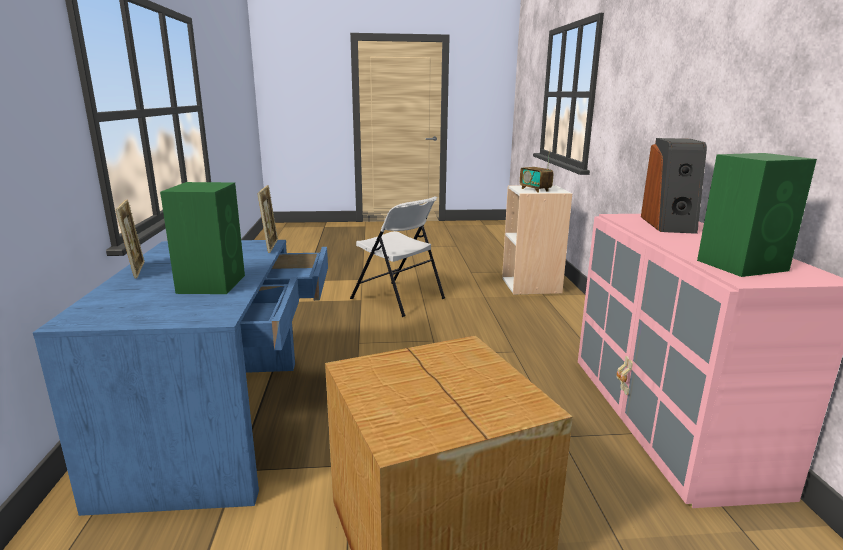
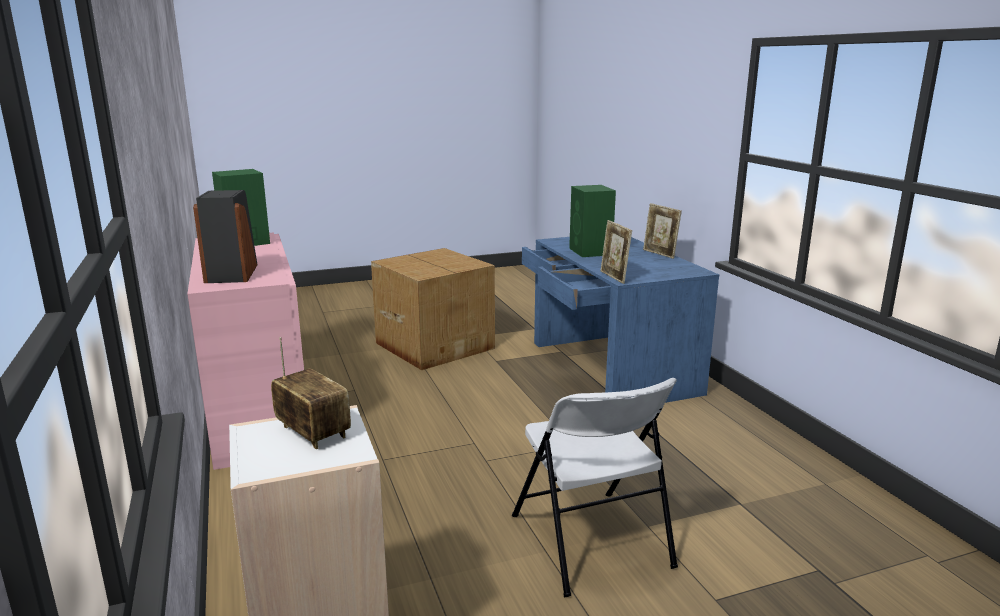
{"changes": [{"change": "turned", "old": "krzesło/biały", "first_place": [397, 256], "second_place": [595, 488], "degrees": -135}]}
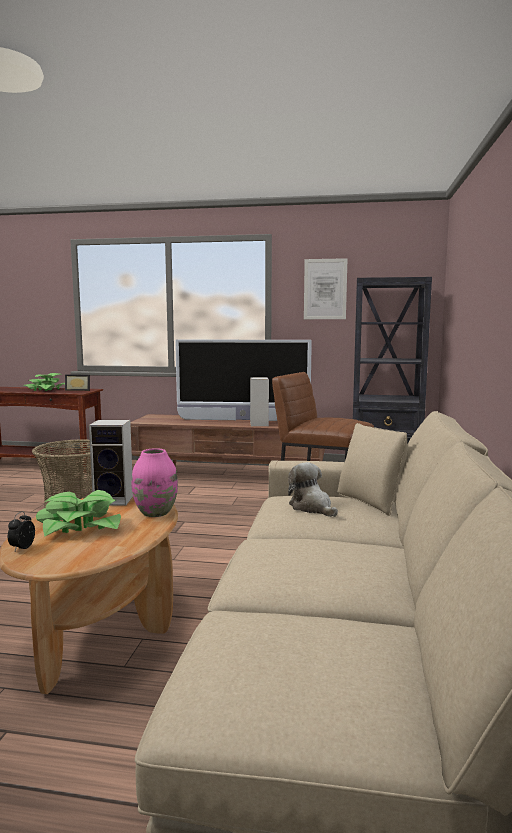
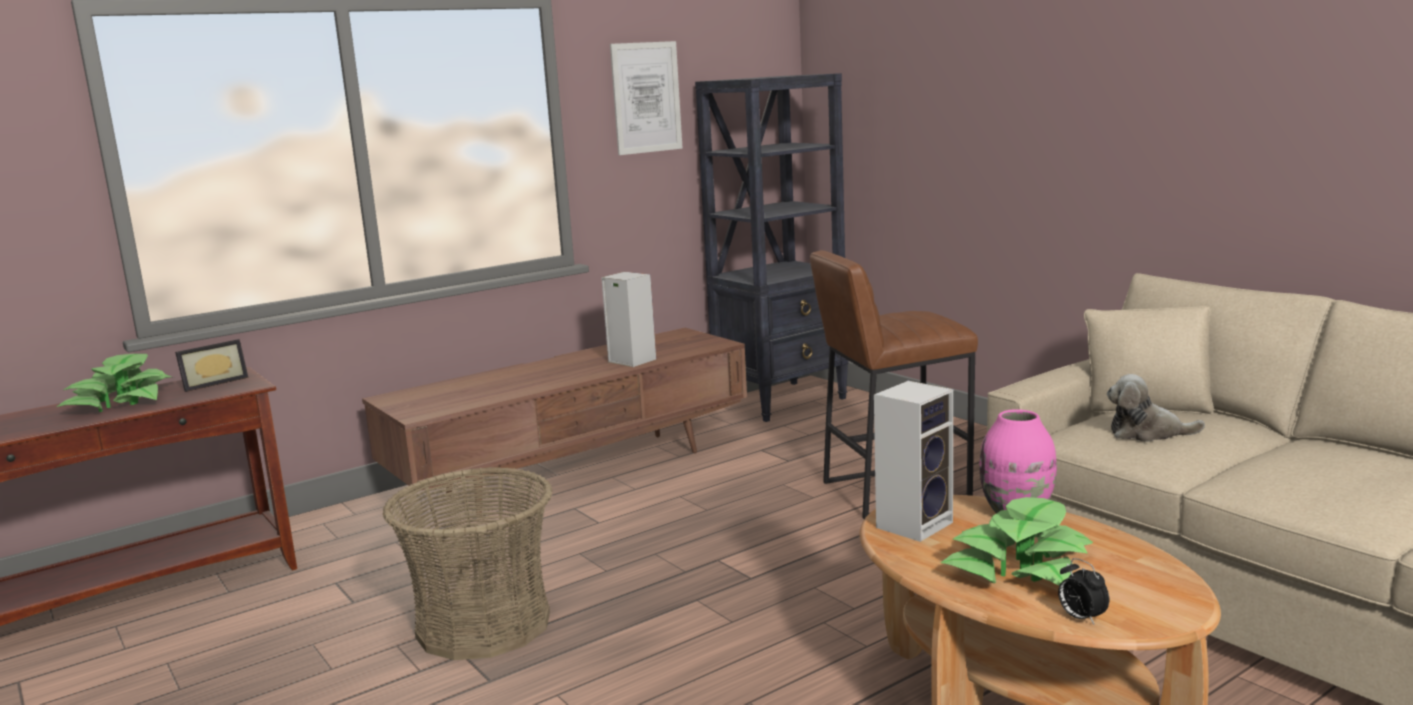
{"changes": [{"change": "removed", "old": "telewizor", "first_place": [243, 380]}]}
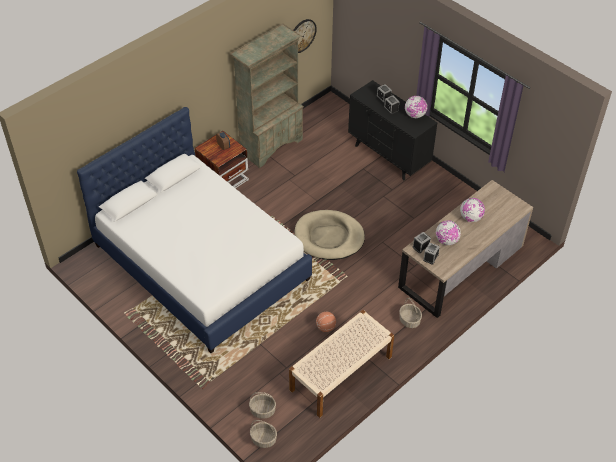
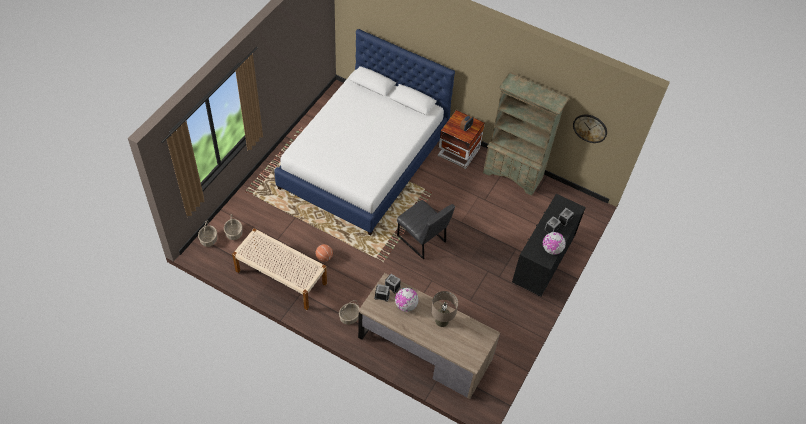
{"changes": [{"change": "replaced", "old": "legowisko/beżowy", "new": "krzesło/szary", "first_place": [330, 235], "second_place": [426, 230]}, {"change": "replaced", "old": "globus", "new": "lampa stołowa/beżowy", "first_place": [472, 210], "second_place": [444, 309]}]}
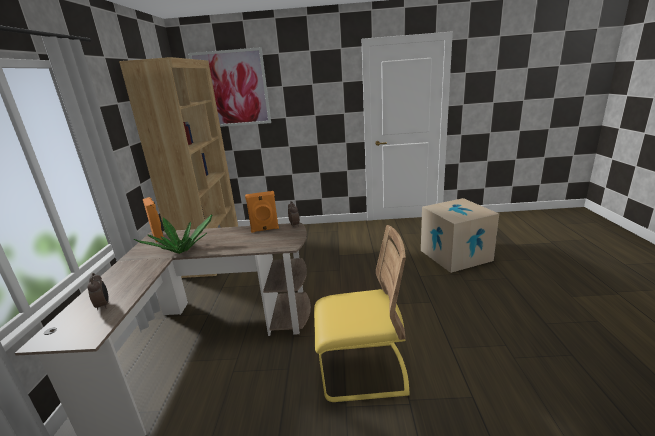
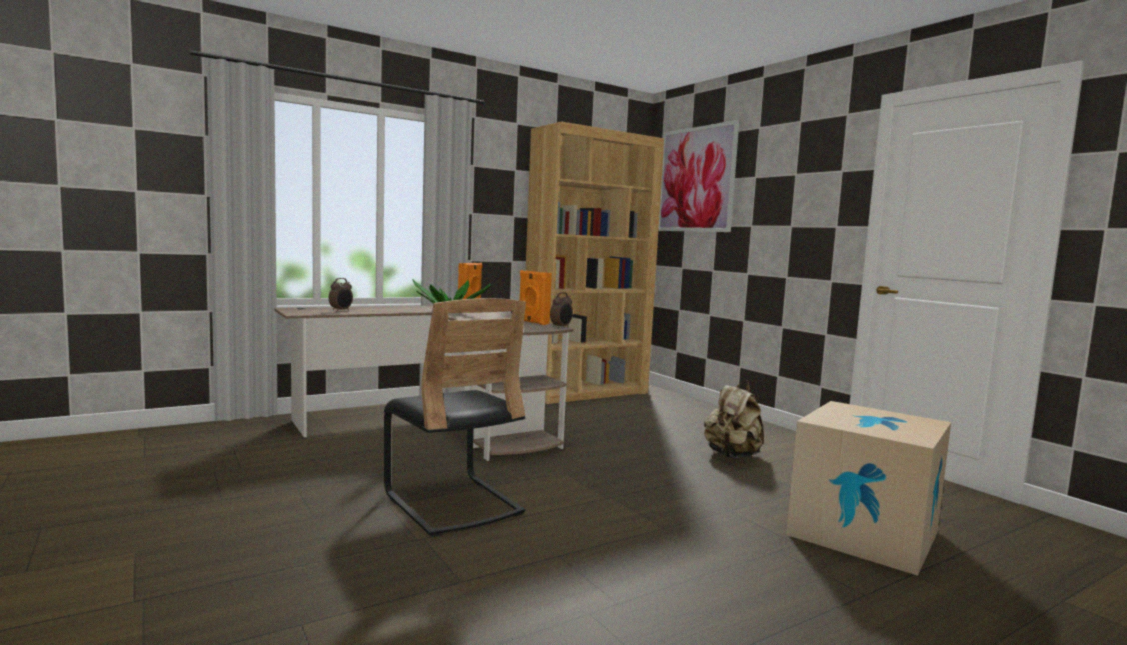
{"changes": [{"change": "added", "new": "plecak/beżowy", "second_place": [734, 419]}, {"change": "recoloured", "old": "krzesło/żółty", "new": "krzesło/czarny", "first_place": [362, 314], "second_place": [455, 417]}]}
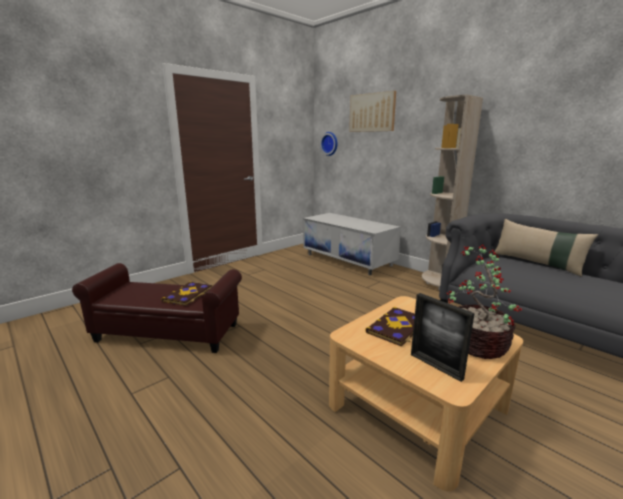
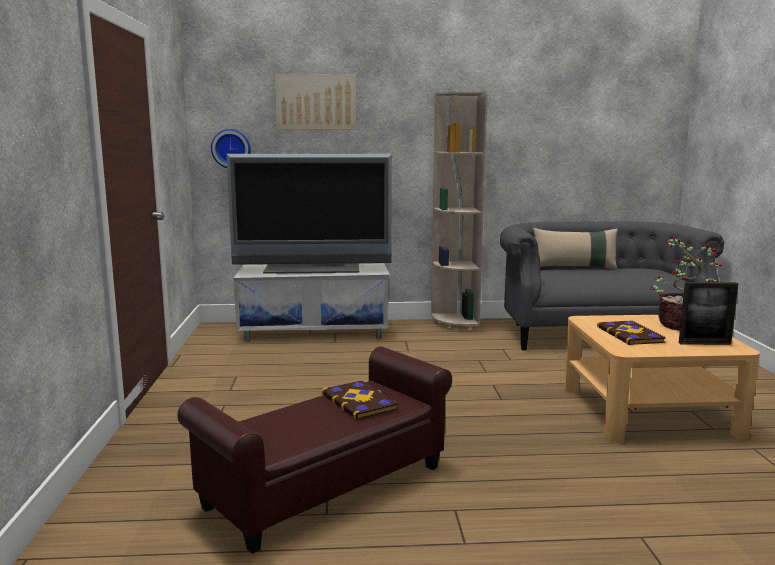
{"changes": [{"change": "added", "new": "telewizor", "second_place": [309, 214]}]}
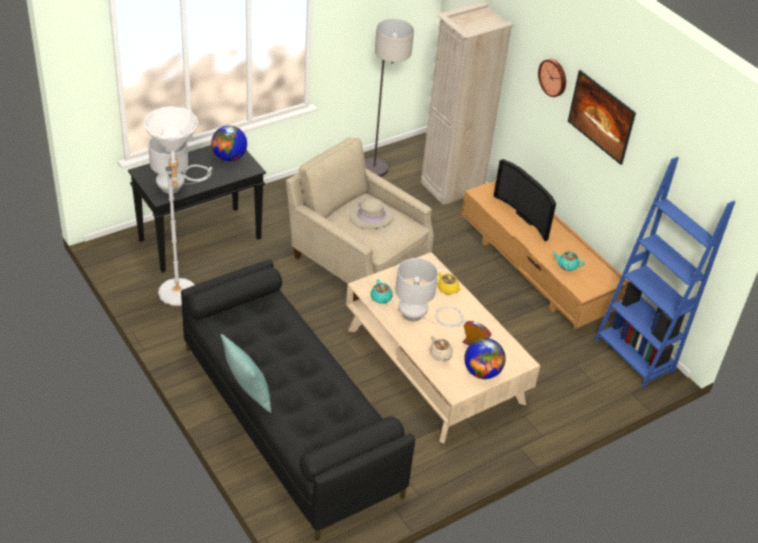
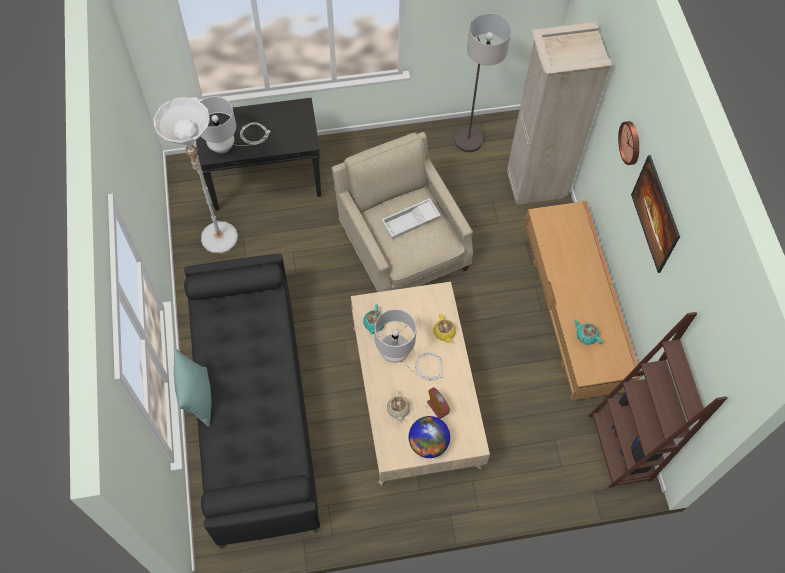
{"changes": [{"change": "removed", "old": "globus", "first_place": [229, 143]}, {"change": "removed", "old": "telewizor", "first_place": [524, 200]}, {"change": "replaced", "old": "kapelusz/beżowy", "new": "taca/biały", "first_place": [371, 213], "second_place": [411, 218]}, {"change": "recoloured", "old": "regał/niebieski", "new": "regał/brązowy", "first_place": [665, 272], "second_place": [658, 400]}]}
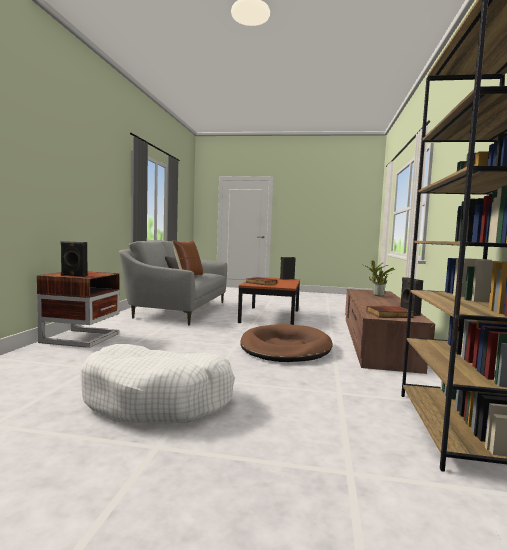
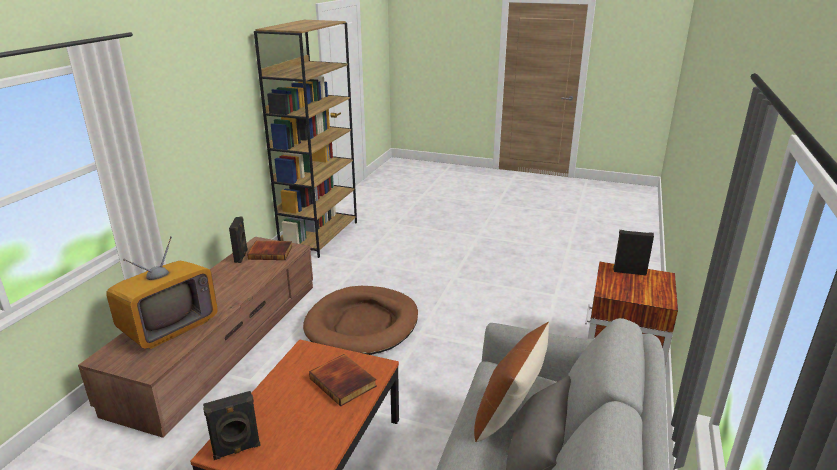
{"changes": [{"change": "removed", "old": "legowisko/biały", "first_place": [157, 383]}, {"change": "replaced", "old": "roślina doniczkowa", "new": "telewizor", "first_place": [379, 278], "second_place": [162, 292]}]}
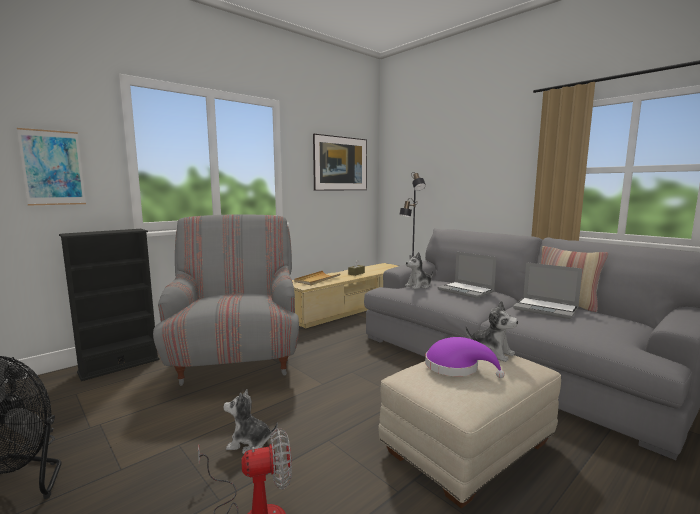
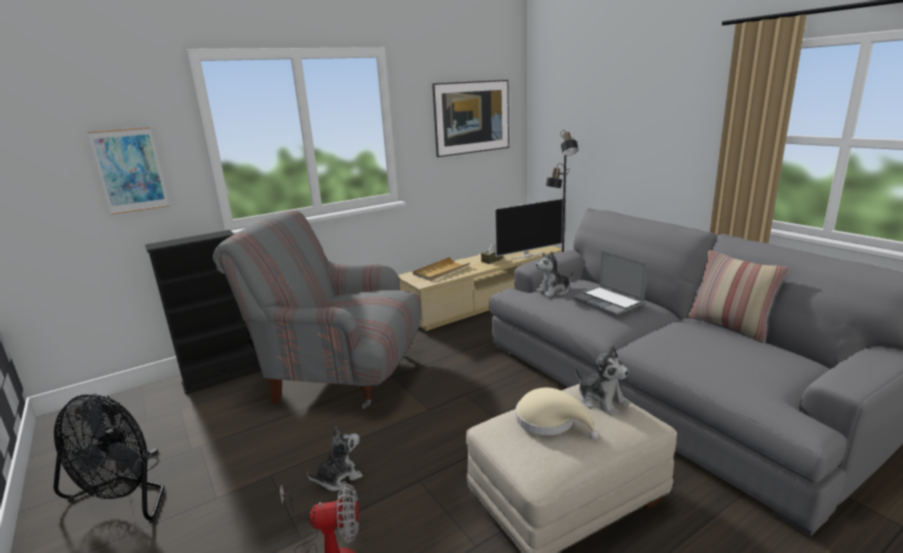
{"changes": [{"change": "removed", "old": "laptop", "first_place": [547, 290]}, {"change": "added", "new": "telewizor", "second_place": [528, 228]}, {"change": "recoloured", "old": "kapelusz/fioletowy", "new": "kapelusz/beżowy", "first_place": [465, 357], "second_place": [557, 414]}, {"change": "turned", "old": "fotel/szary", "first_place": [226, 300], "second_place": [317, 309], "degrees": -75}, {"change": "turned", "old": "pluszak", "first_place": [250, 421], "second_place": [335, 459], "degrees": 135}]}
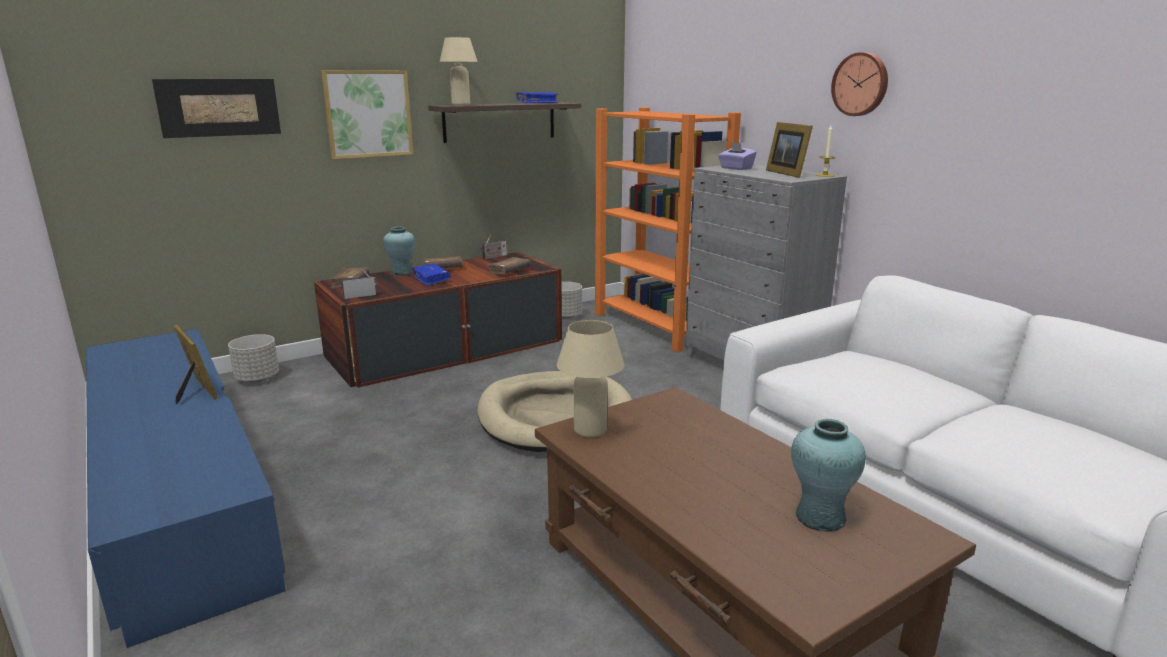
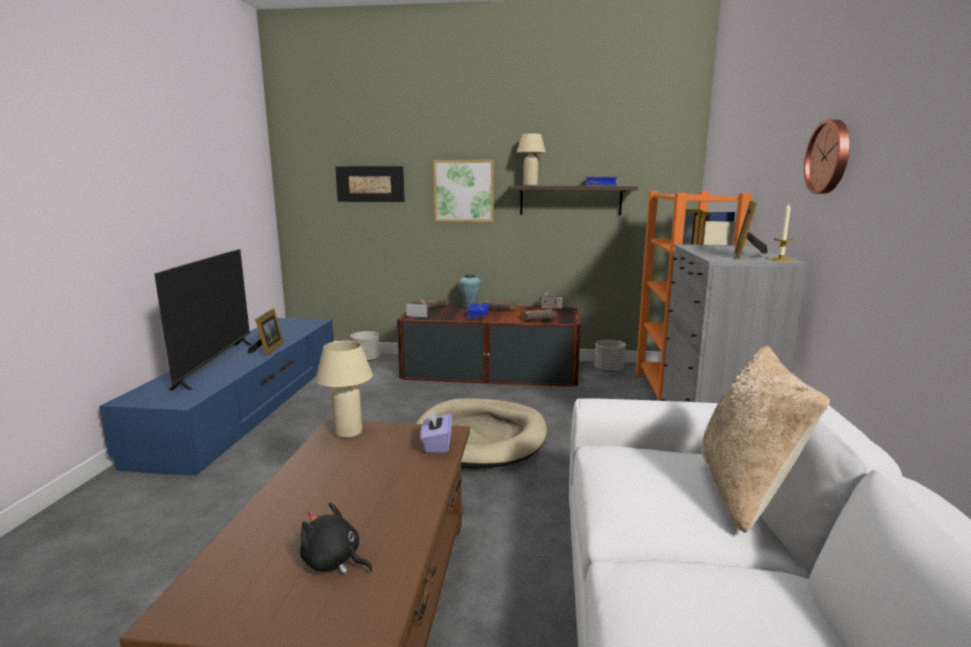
{"changes": [{"change": "added", "new": "telewizor", "second_place": [202, 319]}, {"change": "added", "new": "poduszka/beżowy", "second_place": [765, 439]}, {"change": "moved", "old": "pudełko chusteczek/fioletowy", "first_place": [737, 156], "second_place": [436, 431]}, {"change": "replaced", "old": "wazon/turkusowy", "new": "pluszak/czarny", "first_place": [828, 475], "second_place": [336, 538]}]}
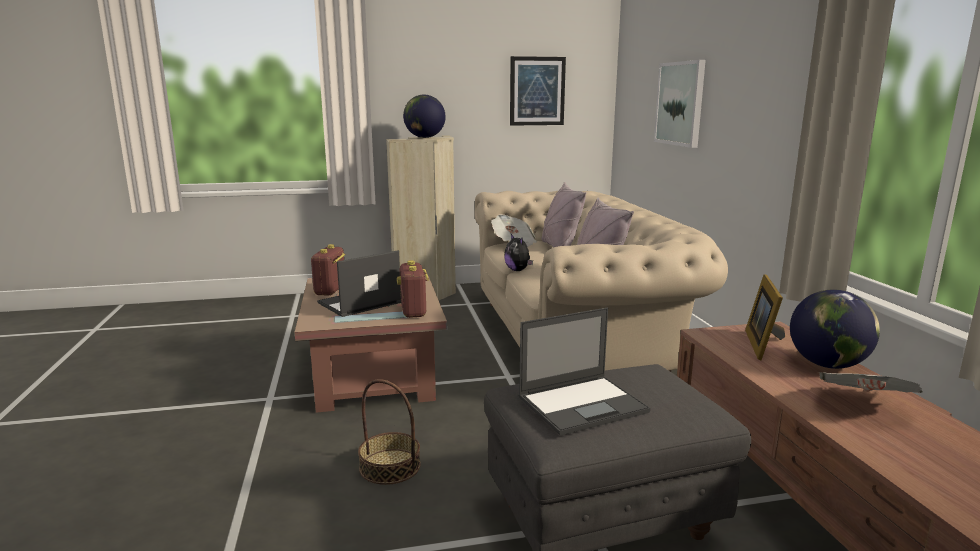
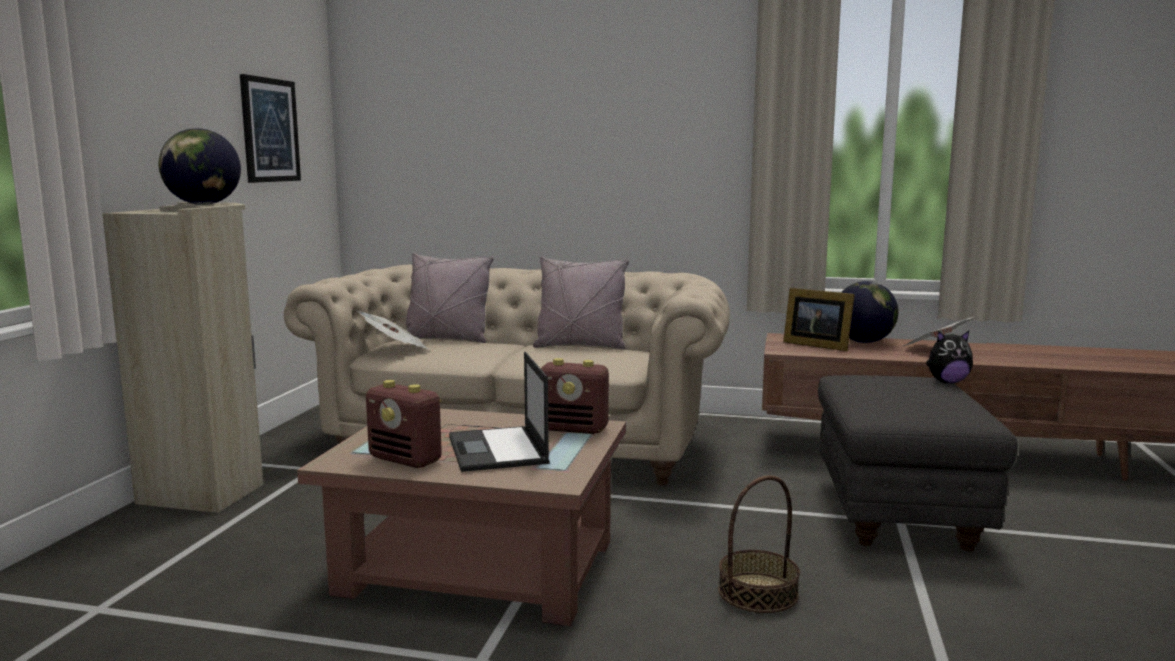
{"changes": [{"change": "removed", "old": "laptop", "first_place": [585, 372]}, {"change": "removed", "old": "obraz", "first_place": [680, 104]}, {"change": "moved", "old": "pluszak", "first_place": [518, 252], "second_place": [949, 357]}]}
